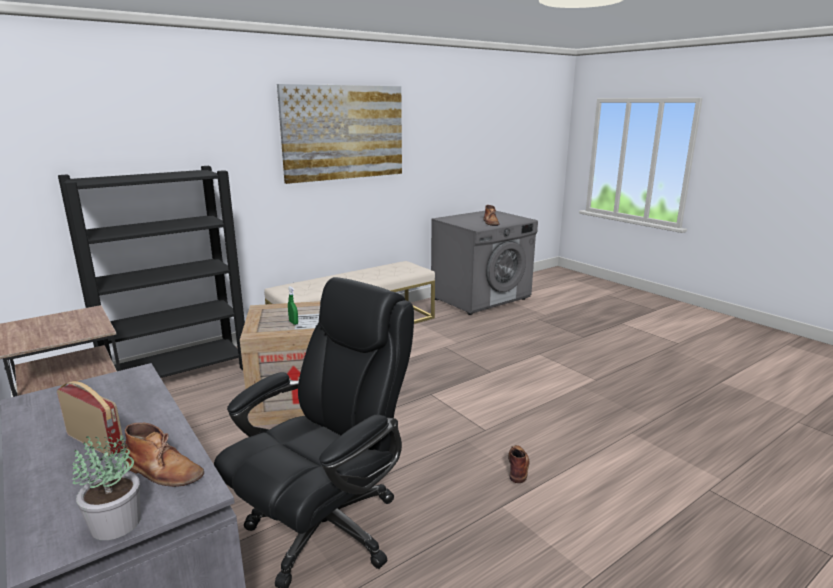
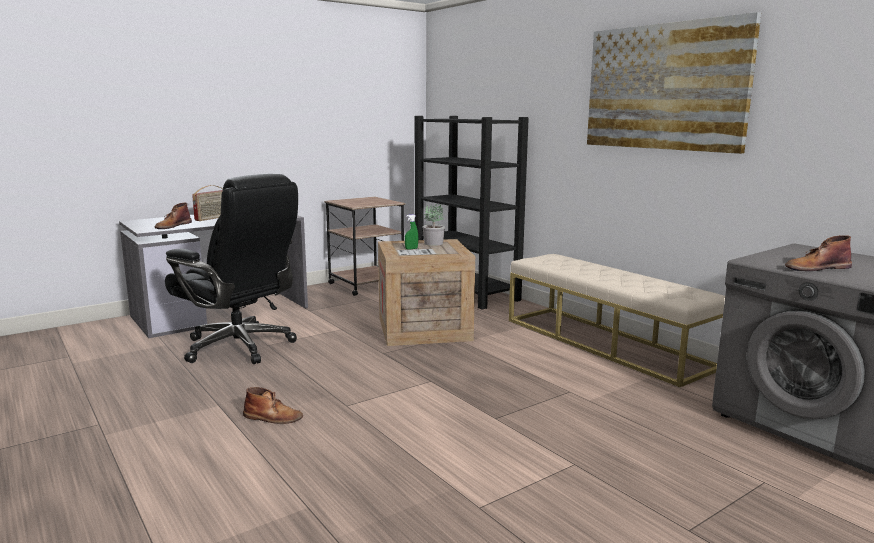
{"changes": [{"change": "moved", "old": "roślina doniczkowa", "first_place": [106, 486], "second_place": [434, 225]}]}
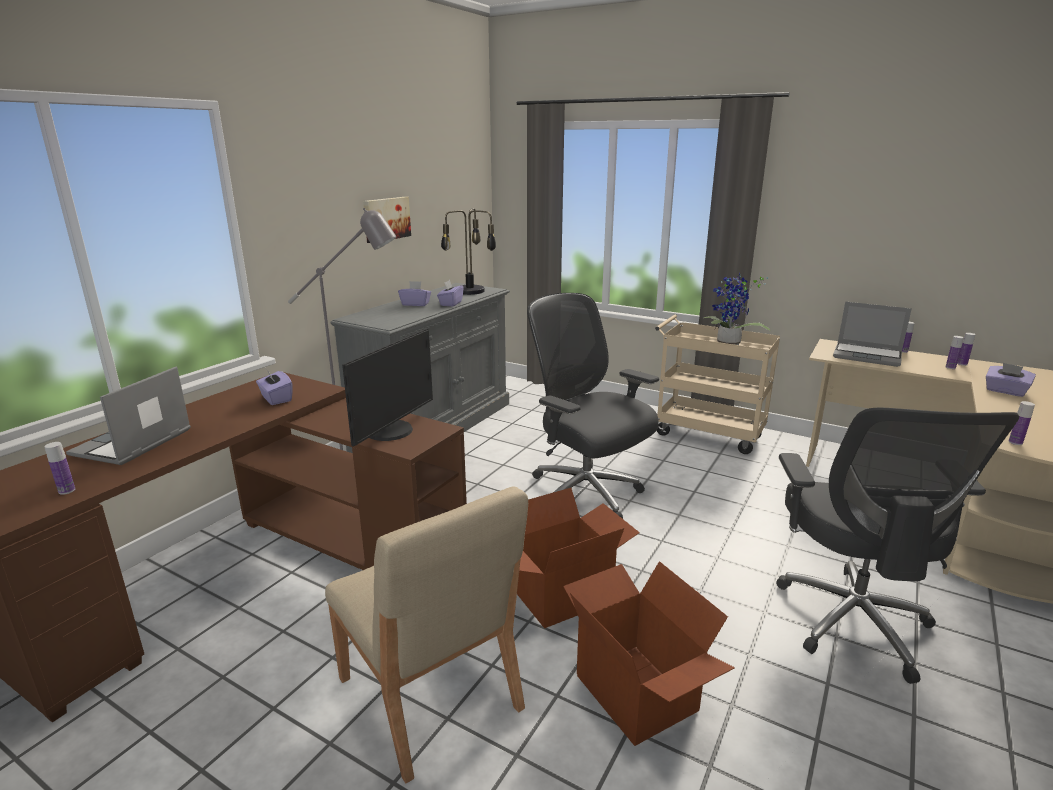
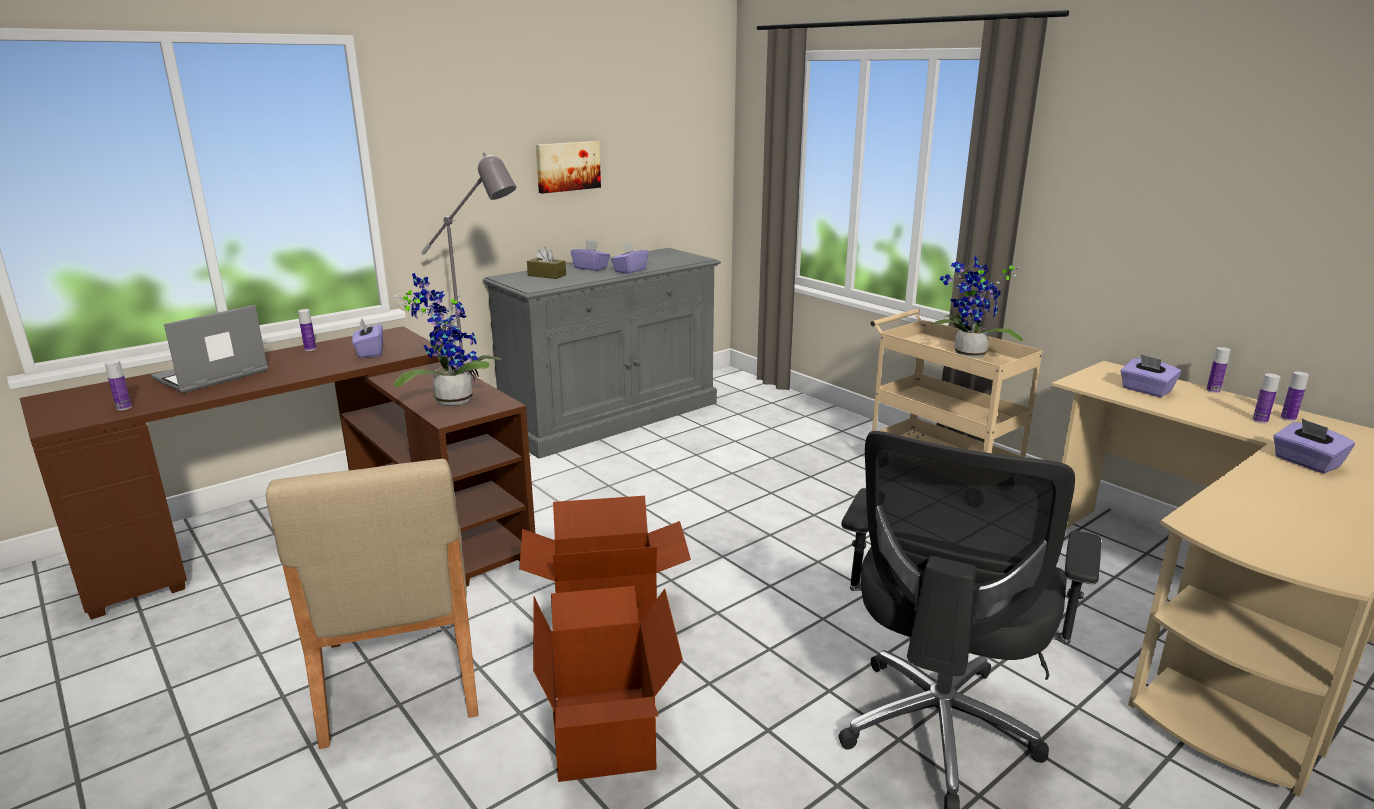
{"changes": [{"change": "removed", "old": "lampa stołowa", "first_place": [468, 251]}, {"change": "removed", "old": "krzesło biurowe", "first_place": [593, 406]}, {"change": "added", "new": "pudełko chusteczek/brązowy", "second_place": [546, 262]}, {"change": "moved", "old": "butelka", "first_place": [1021, 423], "second_place": [307, 330]}, {"change": "replaced", "old": "monitor", "new": "roślina doniczkowa", "first_place": [387, 388], "second_place": [448, 339]}, {"change": "replaced", "old": "laptop", "new": "pudełko chusteczek/fioletowy", "first_place": [872, 334], "second_place": [1150, 375]}]}
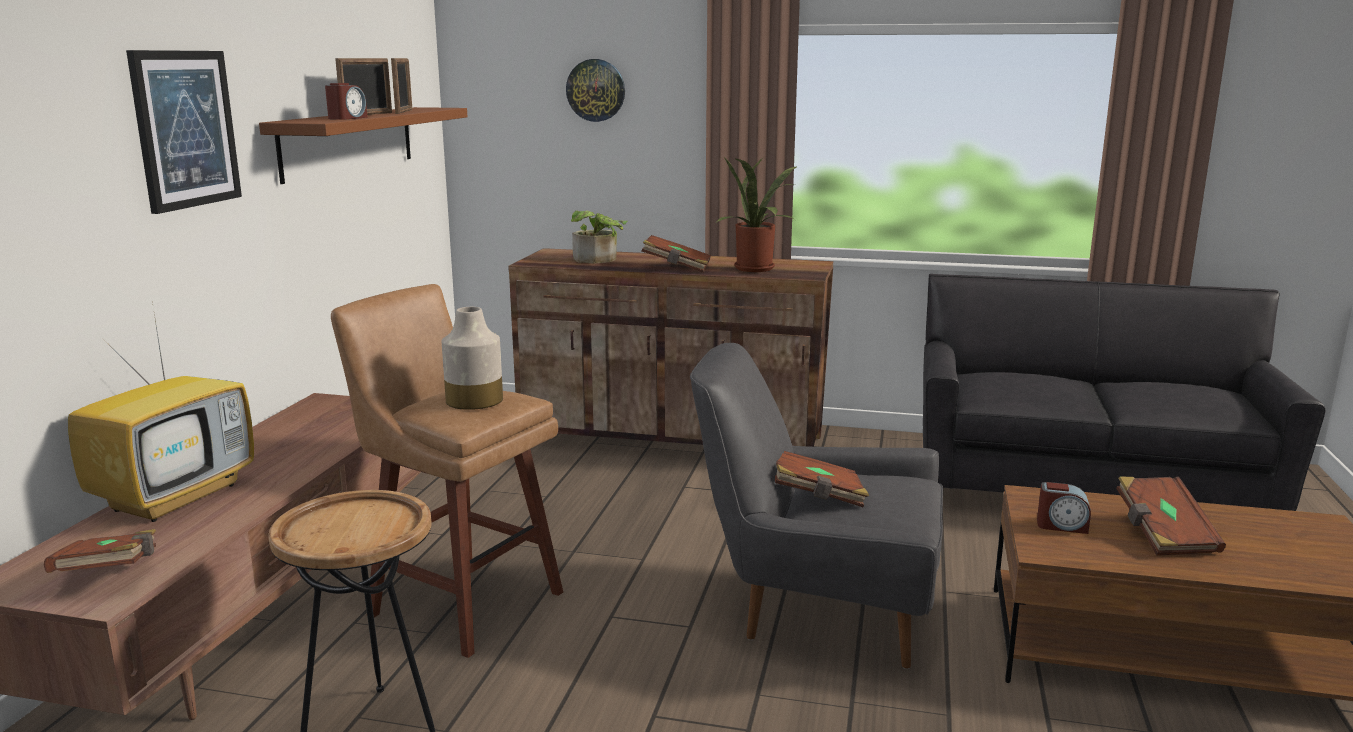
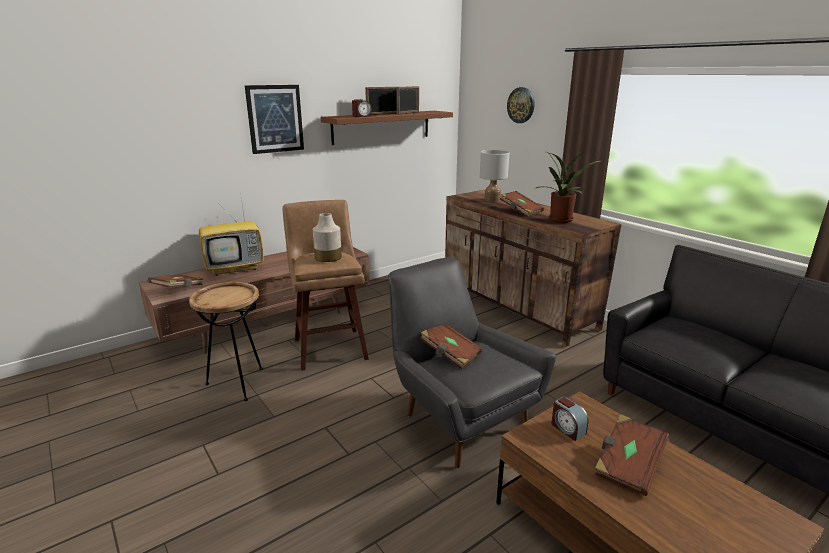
{"changes": [{"change": "replaced", "old": "roślina doniczkowa", "new": "lampa stołowa/szary", "first_place": [599, 237], "second_place": [495, 176]}]}
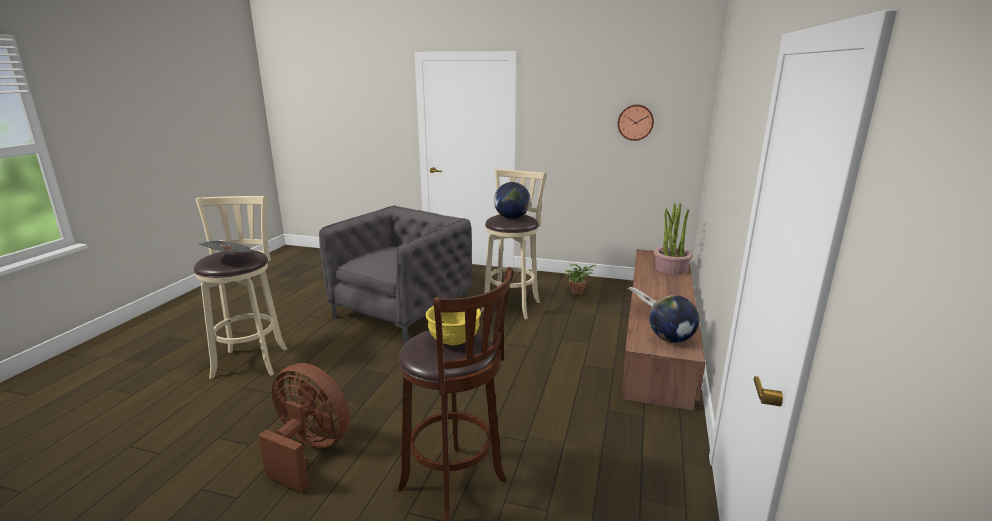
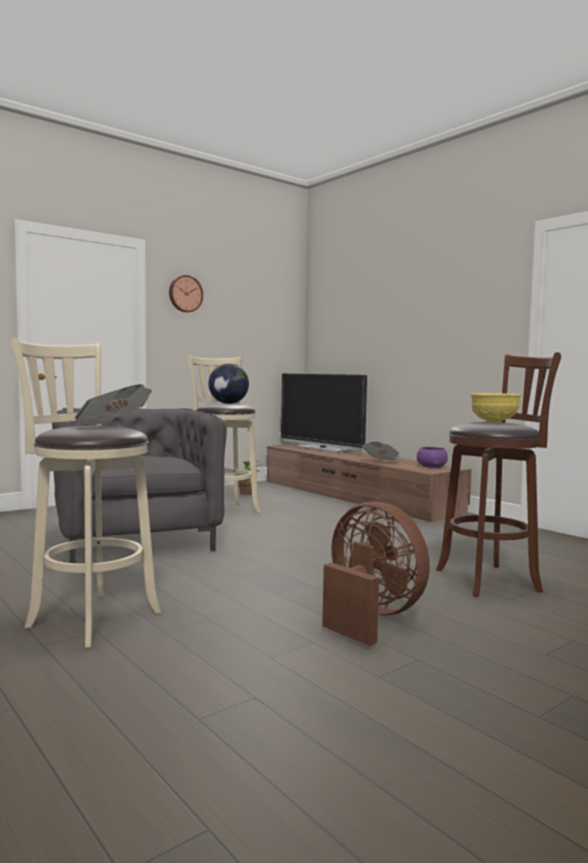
{"changes": [{"change": "moved", "old": "zegar ścienny", "first_place": [636, 122], "second_place": [186, 293]}, {"change": "replaced", "old": "globus", "new": "miska/fioletowy", "first_place": [674, 319], "second_place": [432, 457]}, {"change": "replaced", "old": "roślina doniczkowa", "new": "telewizor", "first_place": [673, 239], "second_place": [324, 413]}, {"change": "turned", "old": "wentylator/brązowy", "first_place": [304, 427], "second_place": [376, 573], "degrees": 75}]}
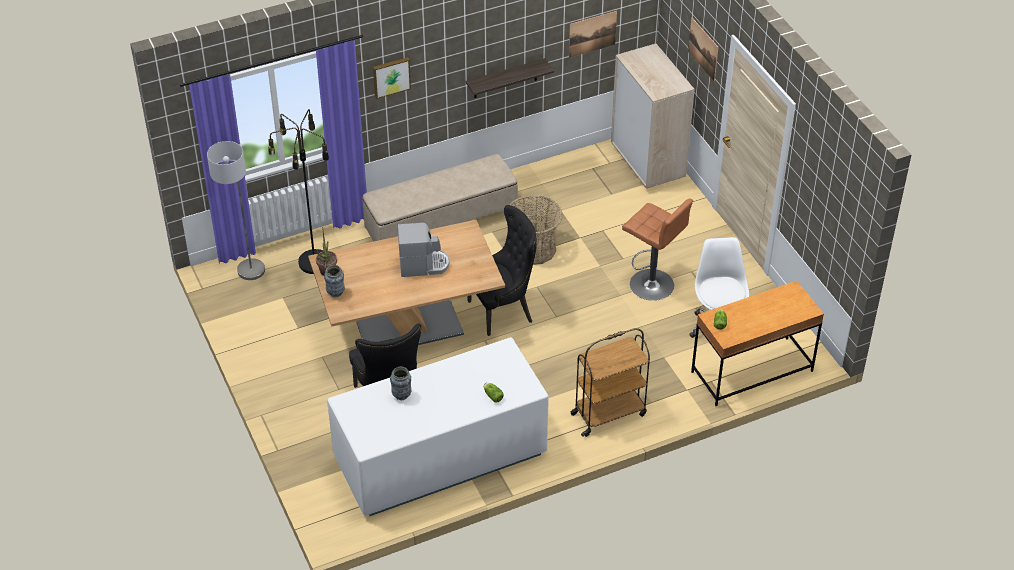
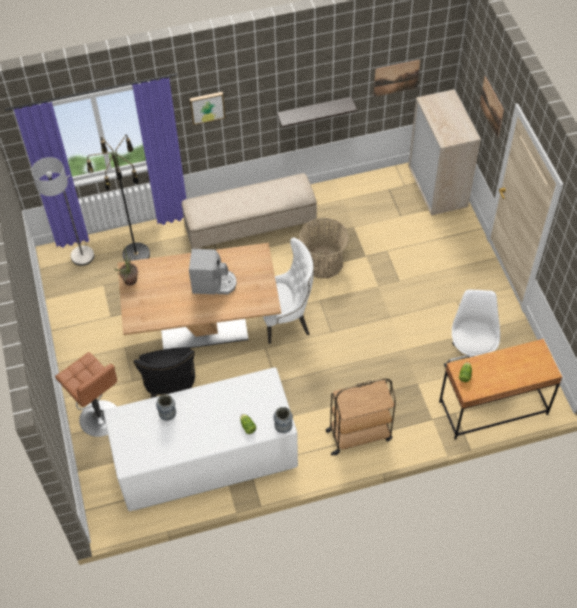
{"changes": [{"change": "moved", "old": "wazon", "first_place": [334, 281], "second_place": [283, 420]}, {"change": "moved", "old": "stołek/brązowy", "first_place": [657, 249], "second_place": [86, 394]}, {"change": "recoloured", "old": "krzesło/czarny", "new": "krzesło/biały", "first_place": [502, 270], "second_place": [288, 291]}]}
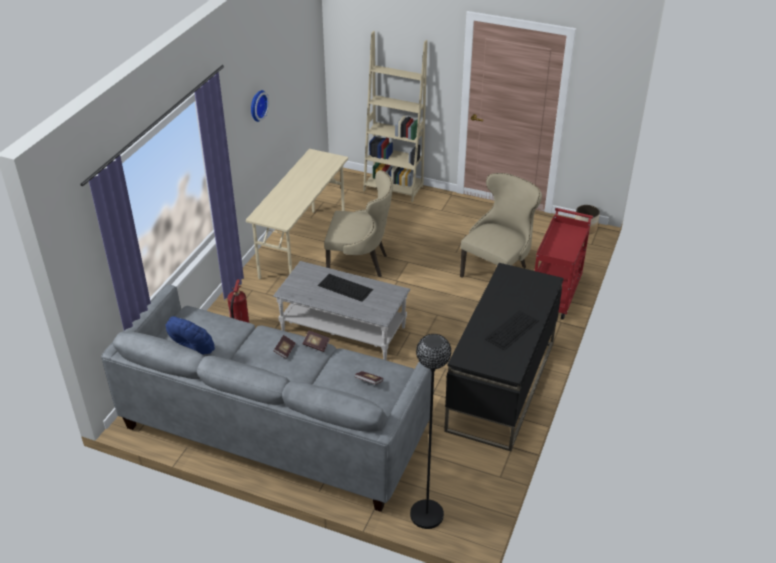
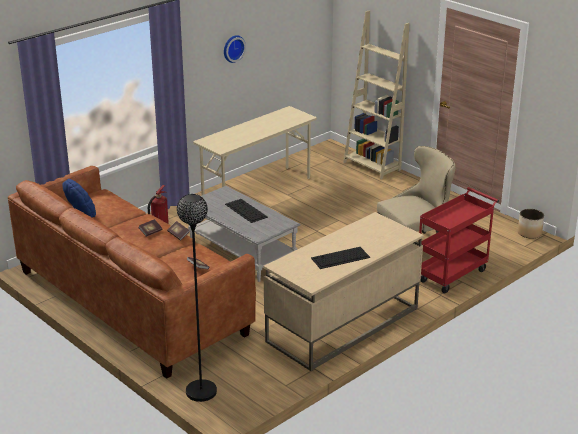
{"changes": [{"change": "removed", "old": "krzesło/beżowy", "first_place": [358, 223]}, {"change": "recoloured", "old": "kanapa/szary", "new": "kanapa/brązowy", "first_place": [267, 398], "second_place": [132, 272]}, {"change": "recoloured", "old": "biurko/czarny", "new": "biurko/beżowy", "first_place": [504, 357], "second_place": [343, 291]}]}
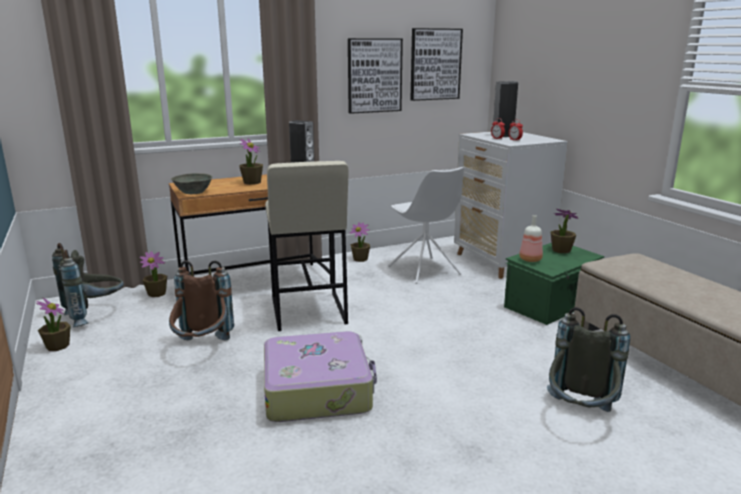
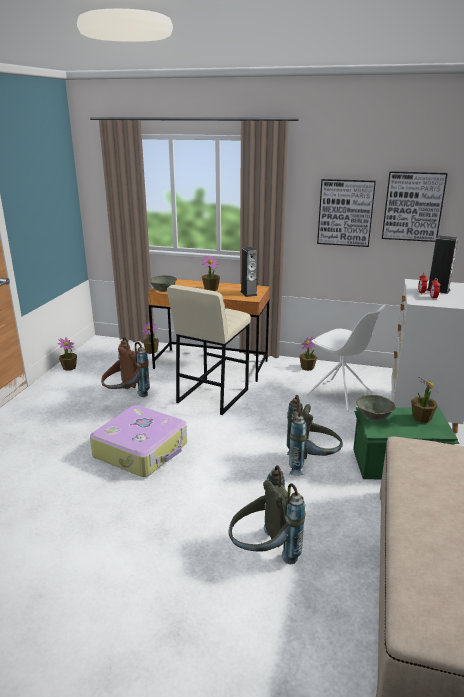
{"changes": [{"change": "moved", "old": "plecak/szary", "first_place": [88, 285], "second_place": [315, 435]}, {"change": "replaced", "old": "butelka", "new": "miska/szary", "first_place": [531, 238], "second_place": [375, 408]}, {"change": "turned", "old": "krzesło/biały", "first_place": [426, 225], "second_place": [346, 358], "degrees": -60}]}
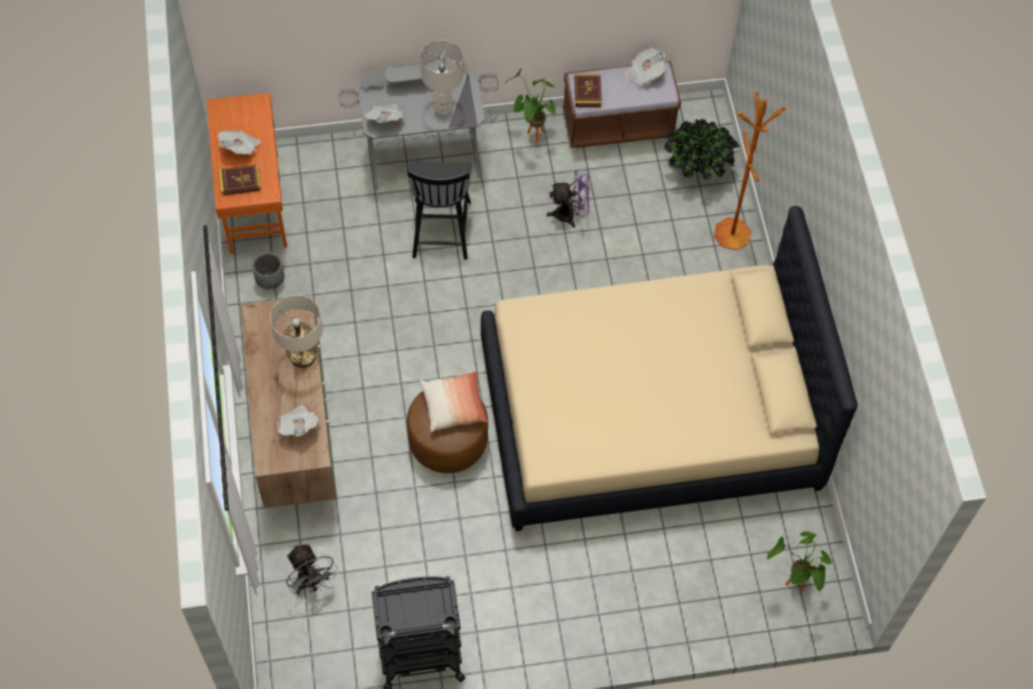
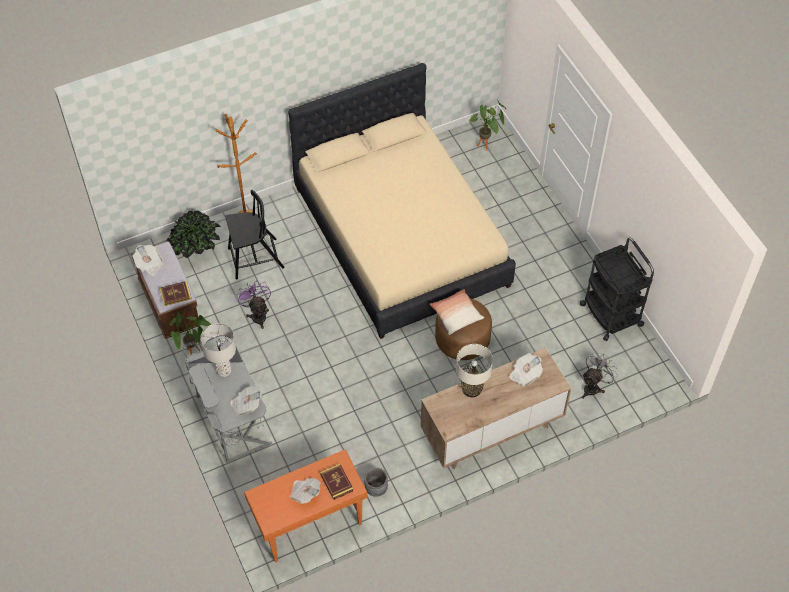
{"changes": [{"change": "moved", "old": "krzesło/czarny", "first_place": [439, 210], "second_place": [255, 235]}]}
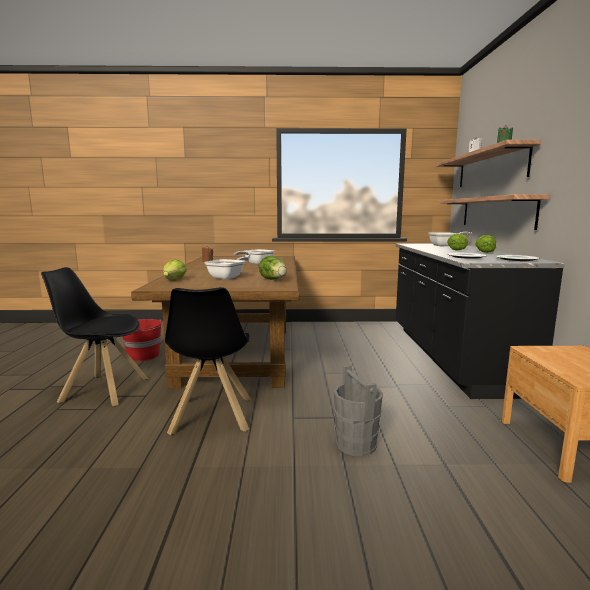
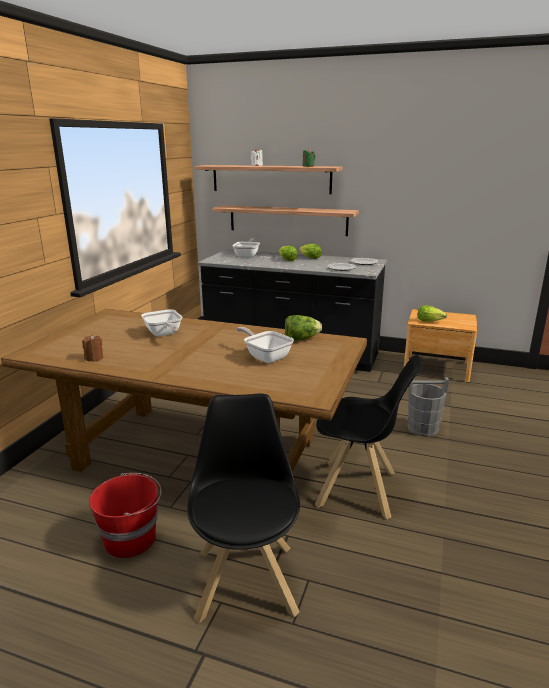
{"changes": [{"change": "moved", "old": "sałata", "first_place": [175, 269], "second_place": [432, 313]}, {"change": "turned", "old": "krzesło/czarny", "first_place": [94, 336], "second_place": [243, 508], "degrees": 150}]}
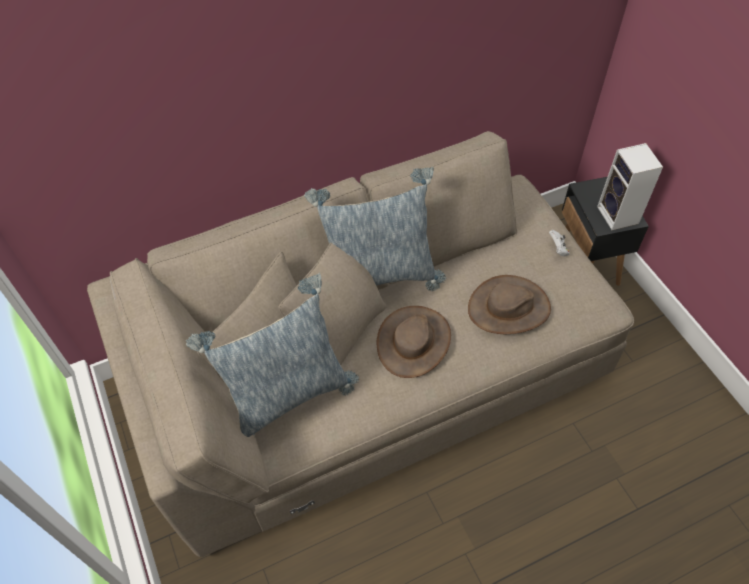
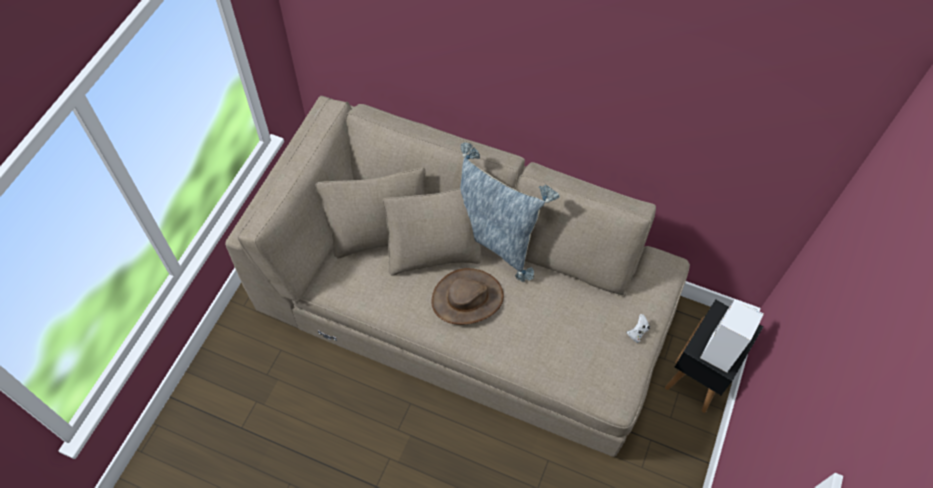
{"changes": [{"change": "removed", "old": "poduszka", "first_place": [273, 355]}, {"change": "removed", "old": "kapelusz/brązowy", "first_place": [509, 304]}]}
